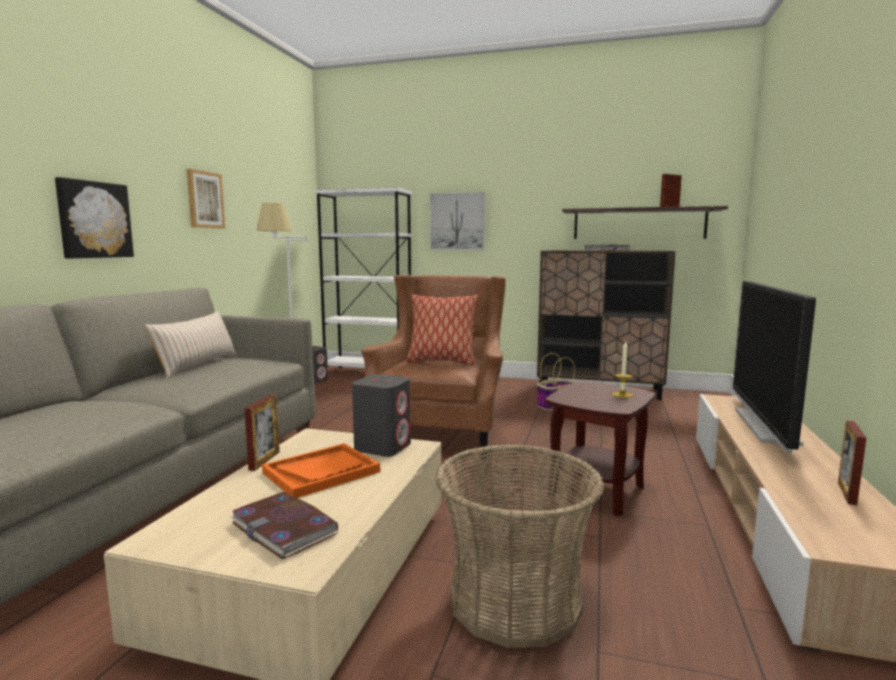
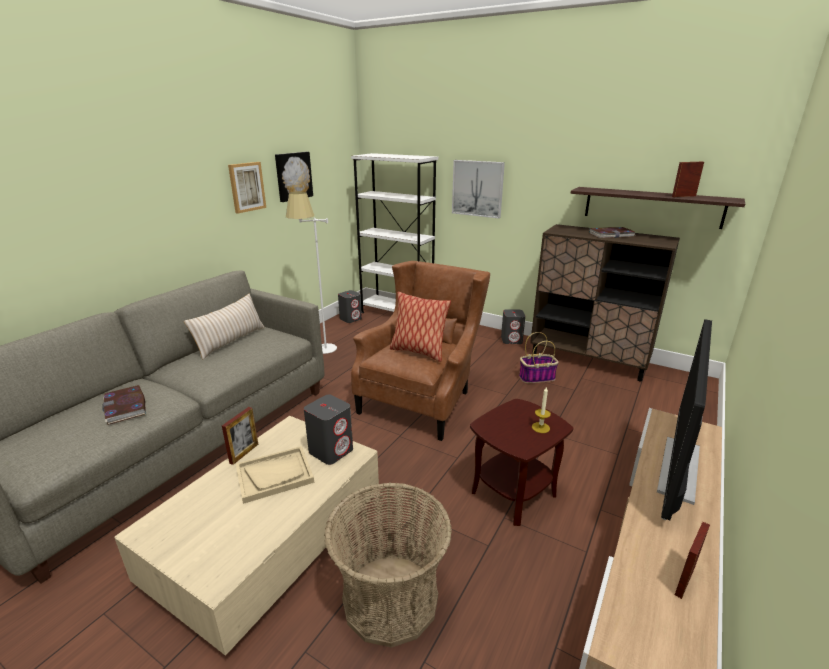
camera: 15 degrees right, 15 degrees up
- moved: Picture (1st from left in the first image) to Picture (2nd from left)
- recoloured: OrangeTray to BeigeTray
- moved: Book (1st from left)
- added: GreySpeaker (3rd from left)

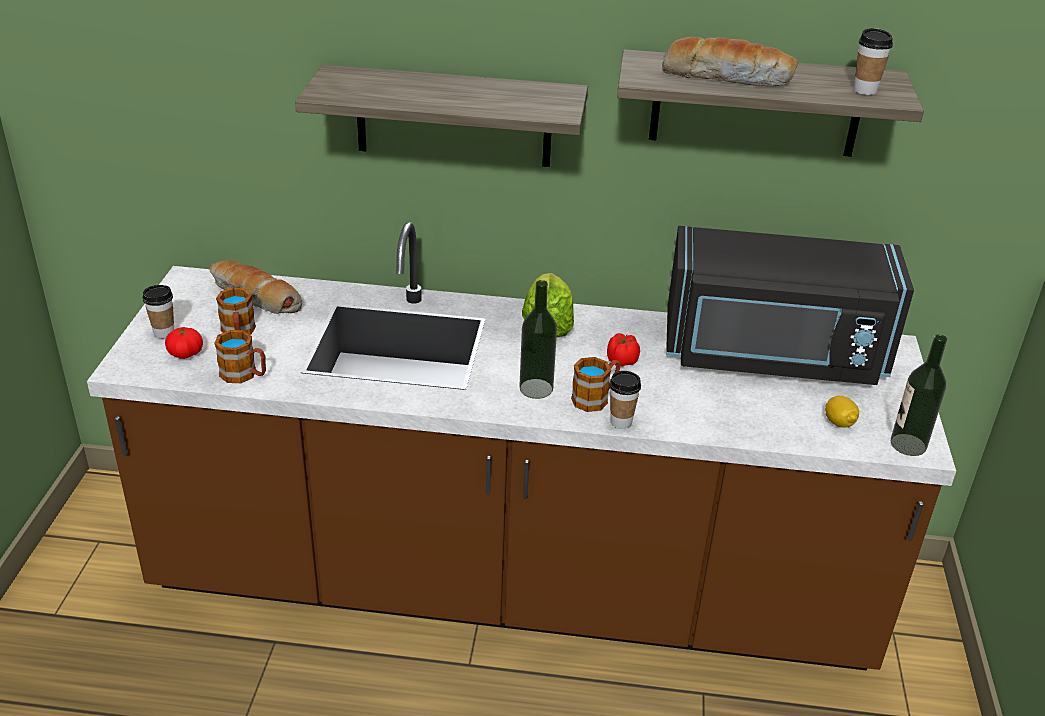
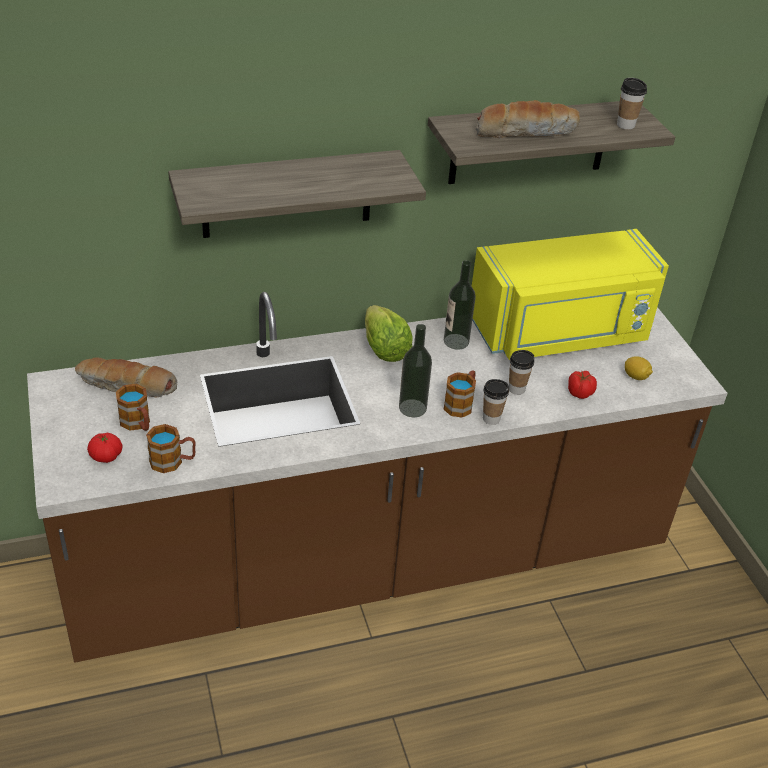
camera: 25 degrees left, 5 degrees up
- recoloured: BlackMicrowave to YellowMicrowave
- moved: Cup (1st from left in the first image) to Cup (2nd from left)
- moved: Tomato (2nd from left)
- moved: Bottle (2nd from left)

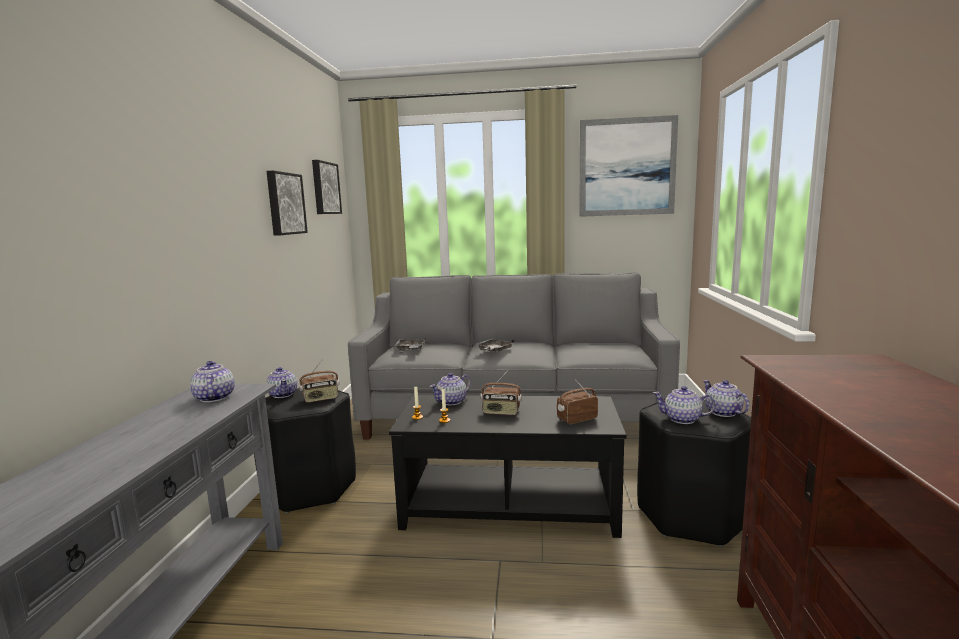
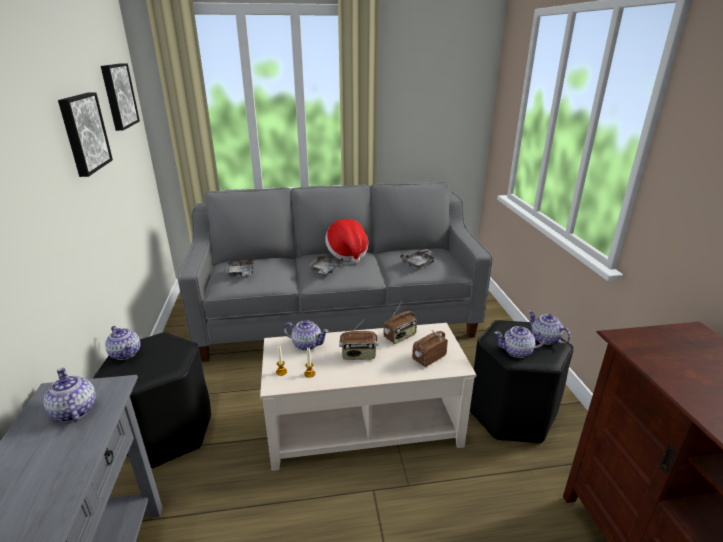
camera: 15 degrees left, 15 degrees up
- removed: Picture (3rd from left)
- moved: Radio (1st from left in the first image) to Radio (2nd from left)
- turned: Teapot (3rd from left) 105 degrees counterclockwise
- recoloured: BlackCoffeeTable to BeigeCoffeeTable
- added: Hat
- added: GreyTray (3rd from left)

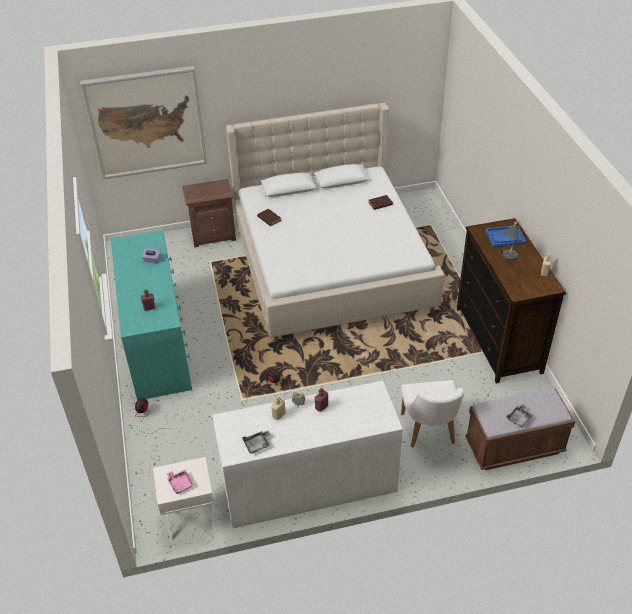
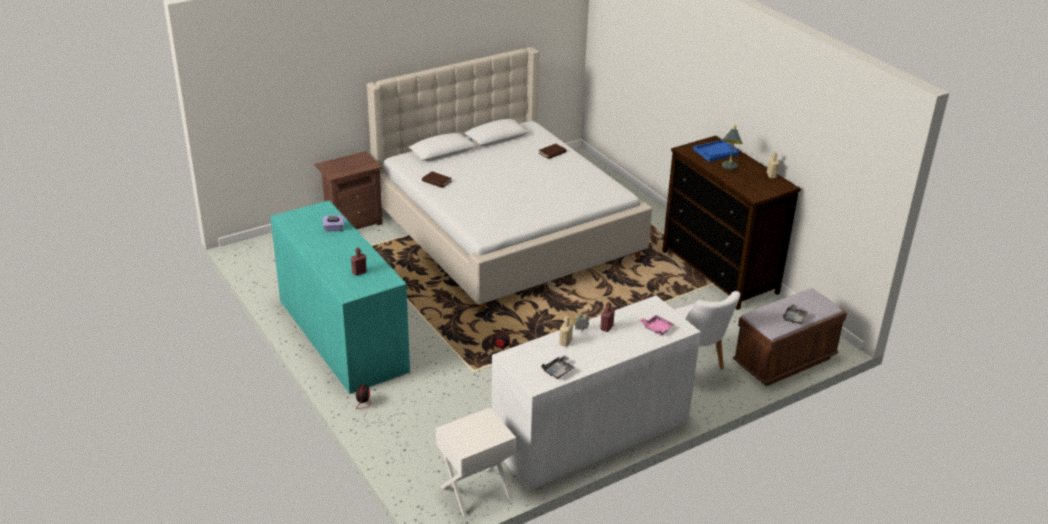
camera: 20 degrees left, 10 degrees down
- removed: Picture
- moved: PinkTray

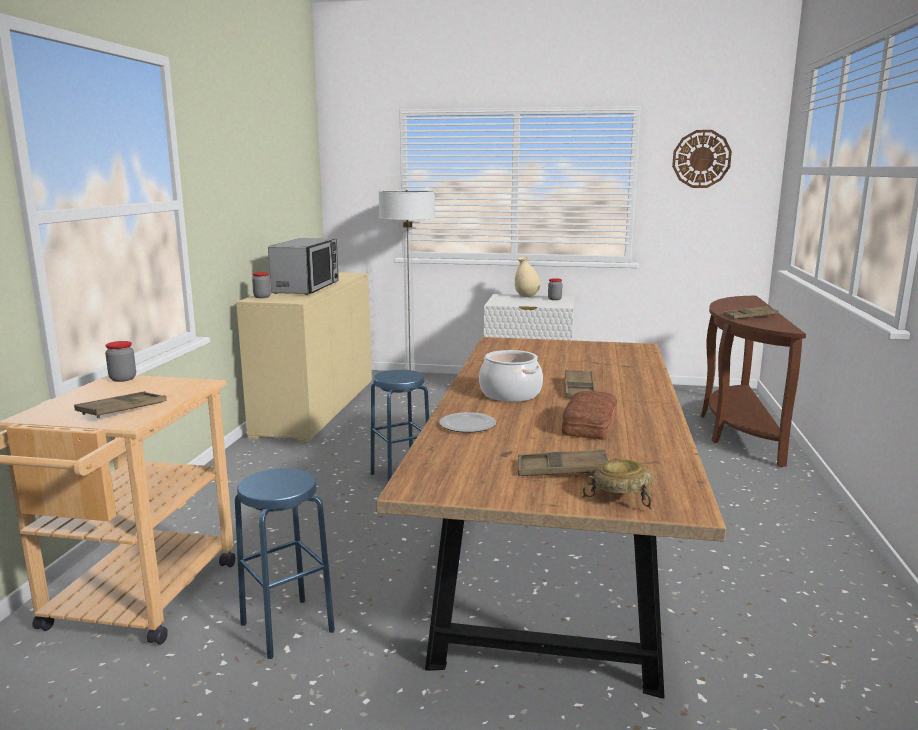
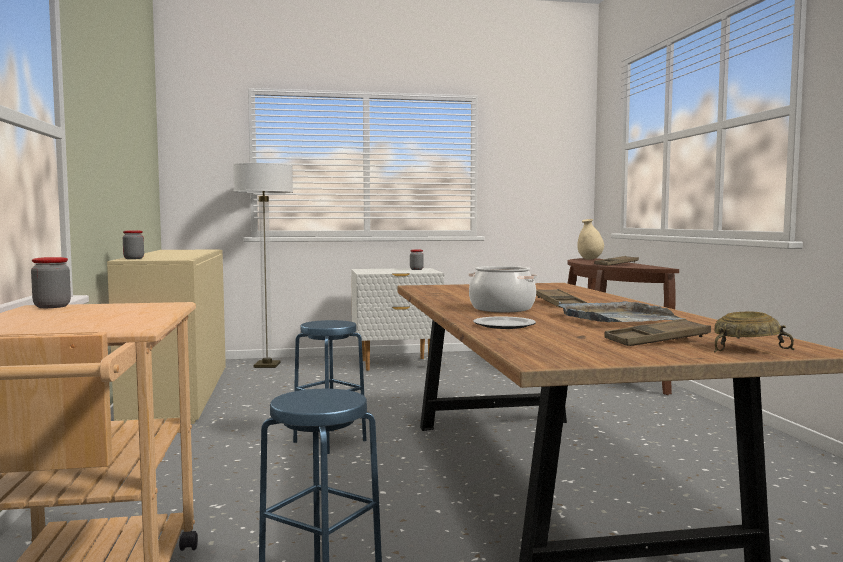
camera: 20 degrees left, 10 degrees down
- removed: WallClock
- removed: Microwave
- moved: BeigeVase
- removed: BrownTray (1st from left)
- replaced: Bread to GreyTray

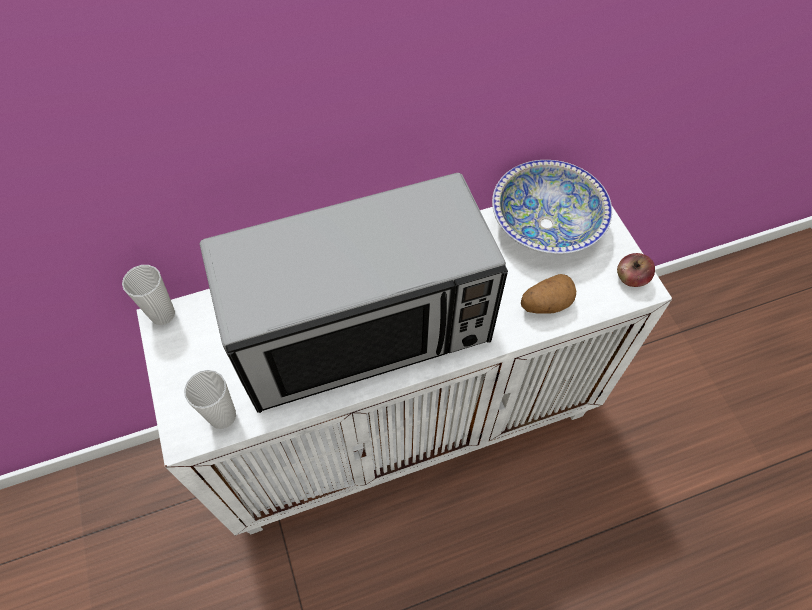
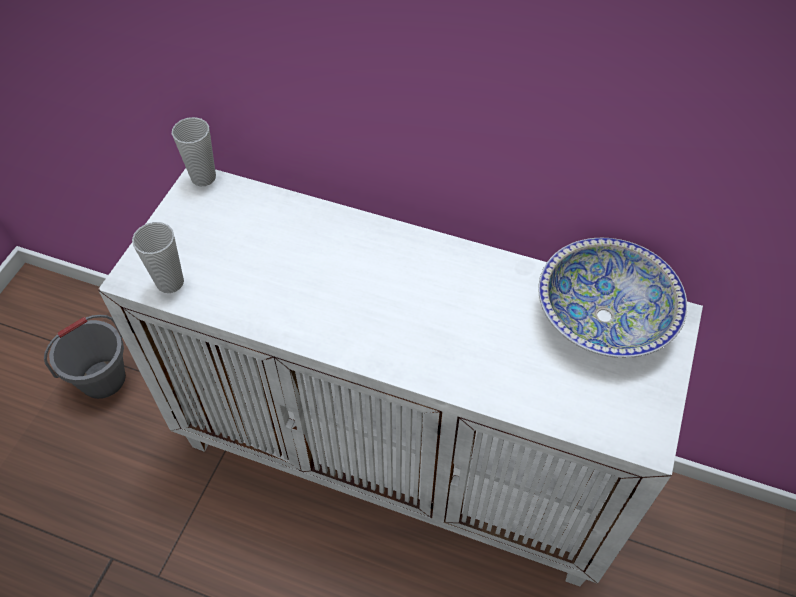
camera: 40 degrees right, 5 degrees down
- removed: Microwave
- removed: Apple
- removed: Potato
- added: GreyBucket

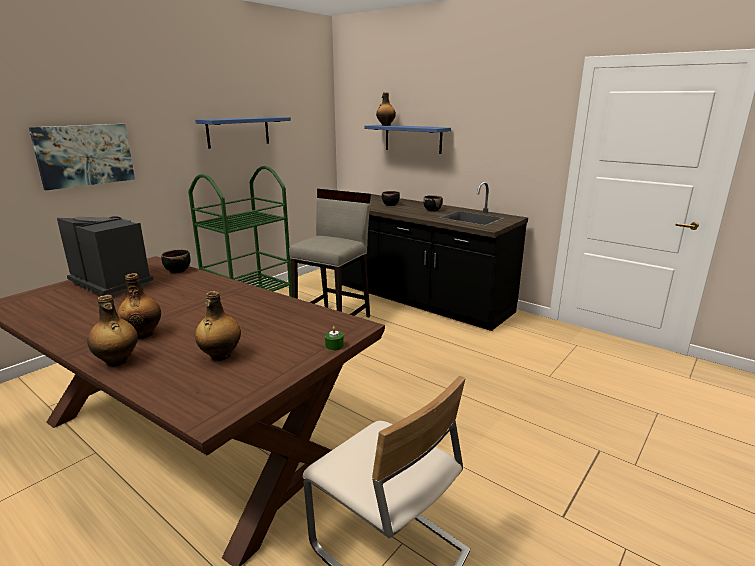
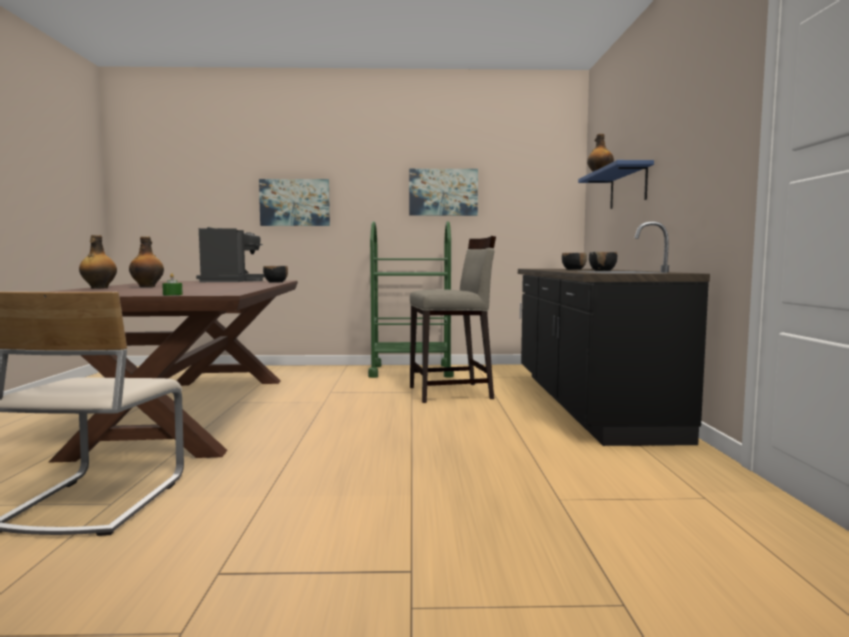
camera: 50 degrees right, 15 degrees down
- replaced: BlueShelf (1st from left) to Picture (2nd from left)
- removed: Bottle (3rd from left)

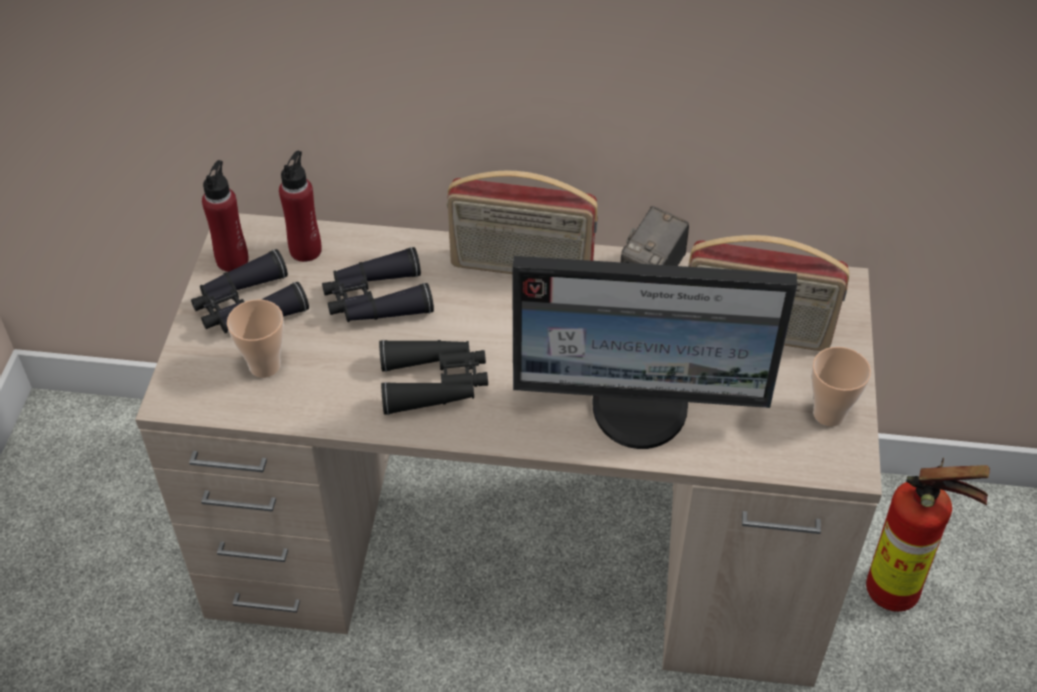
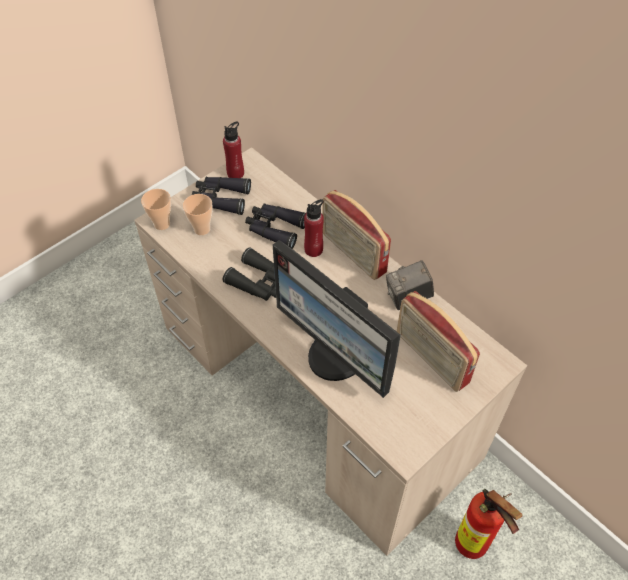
camera: 40 degrees right, 5 degrees up
- moved: RedBottle (2nd from left)
- moved: Cup (2nd from left in the first image) to Cup (1st from left)

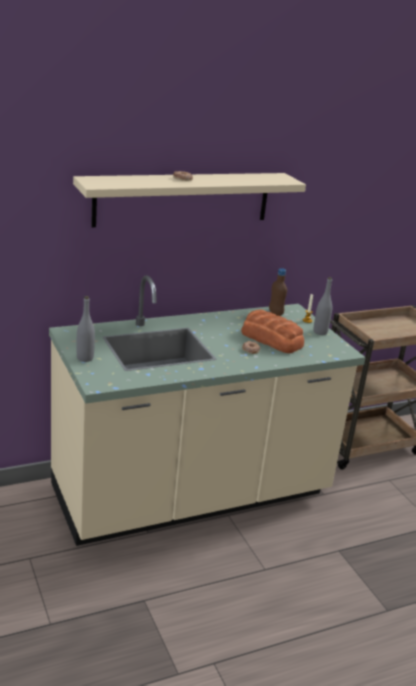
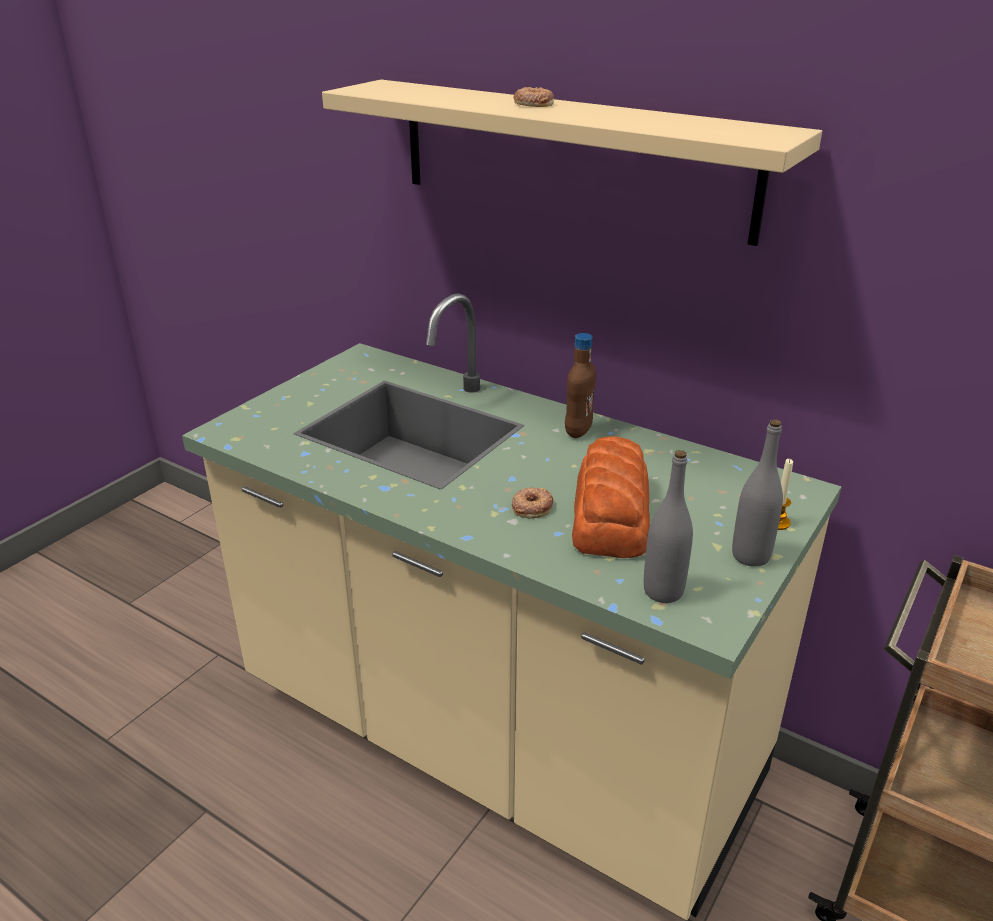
camera: 60 degrees right, 5 degrees up
- moved: BrownBottle
- moved: GreyBottle (1st from left)

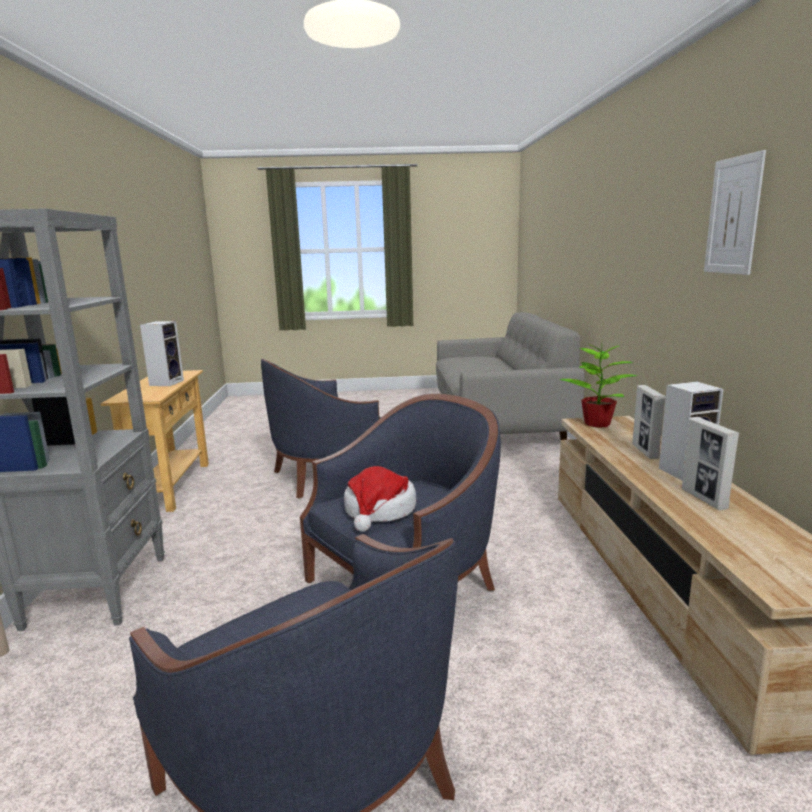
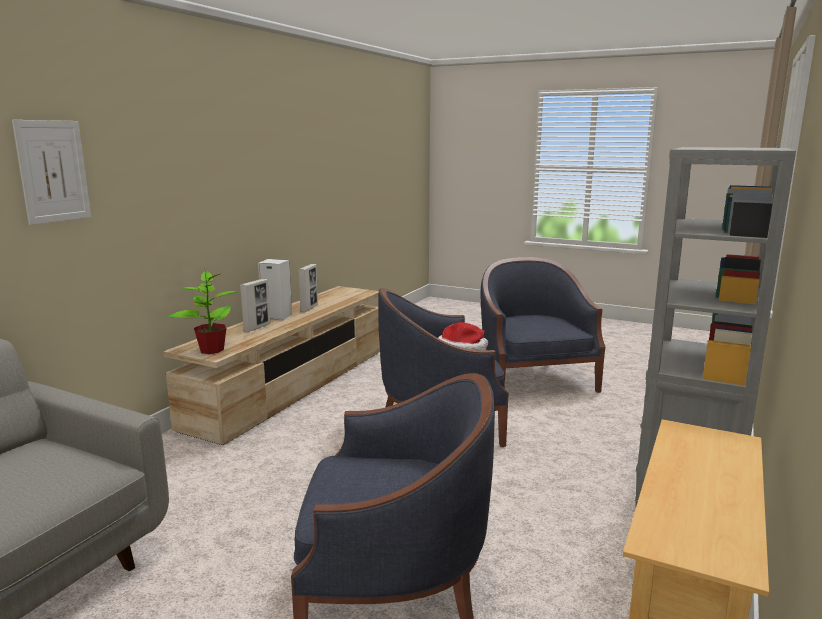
camera: 150 degrees left, 0 degrees up
- moved: Picture
- removed: Speaker (1st from left)

